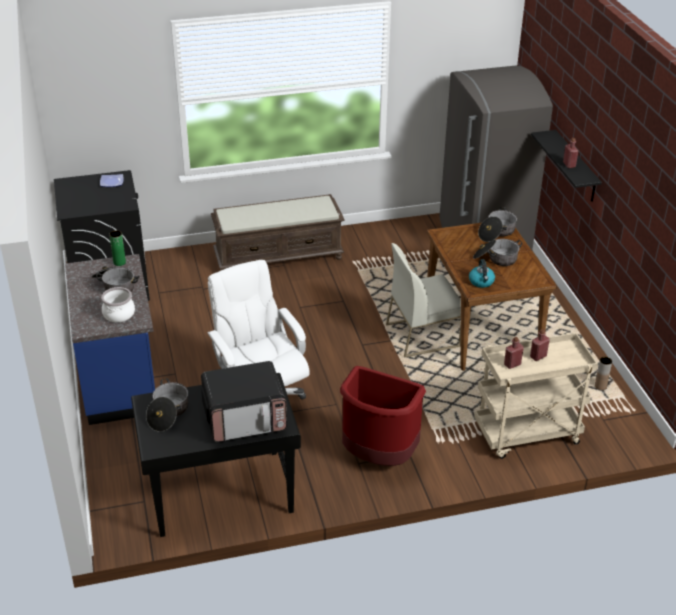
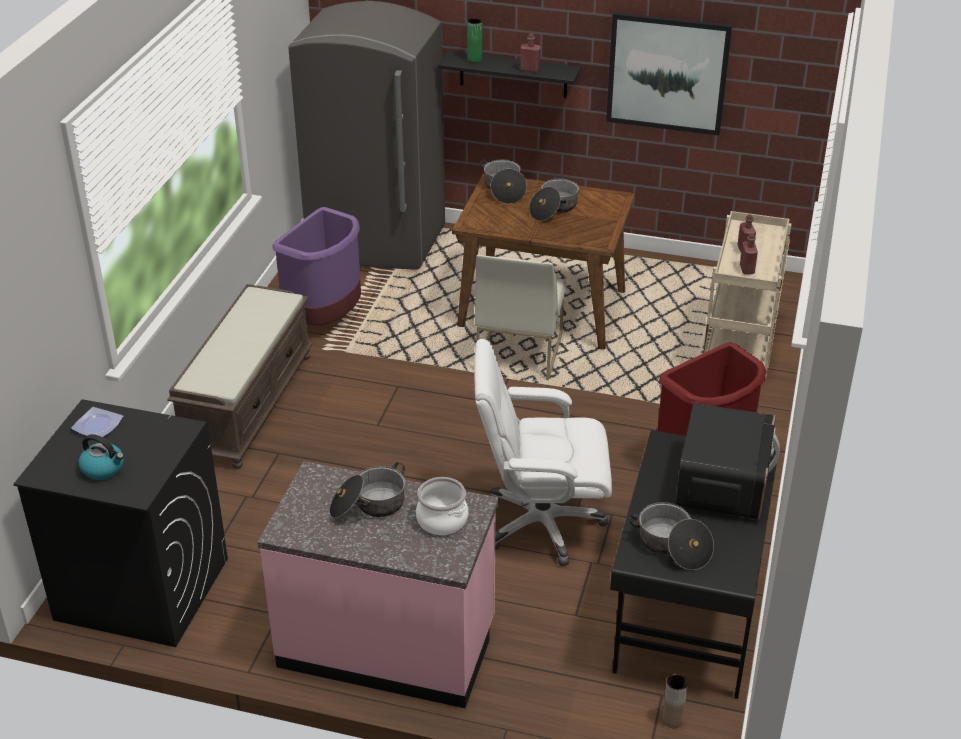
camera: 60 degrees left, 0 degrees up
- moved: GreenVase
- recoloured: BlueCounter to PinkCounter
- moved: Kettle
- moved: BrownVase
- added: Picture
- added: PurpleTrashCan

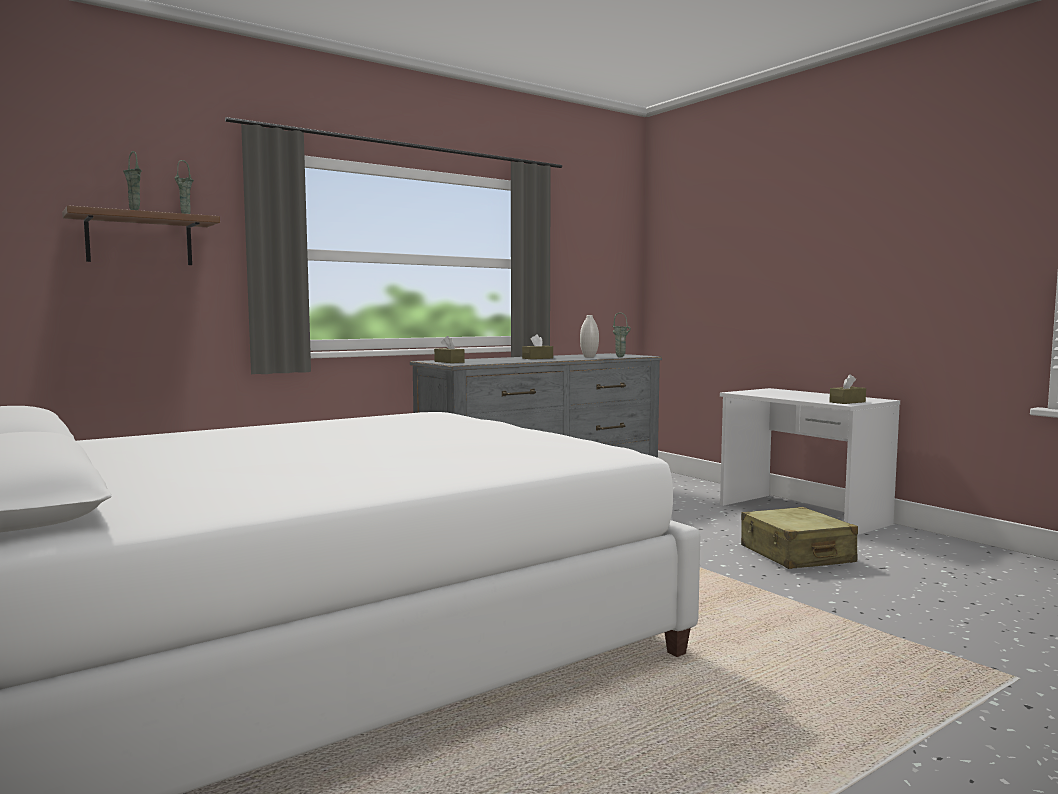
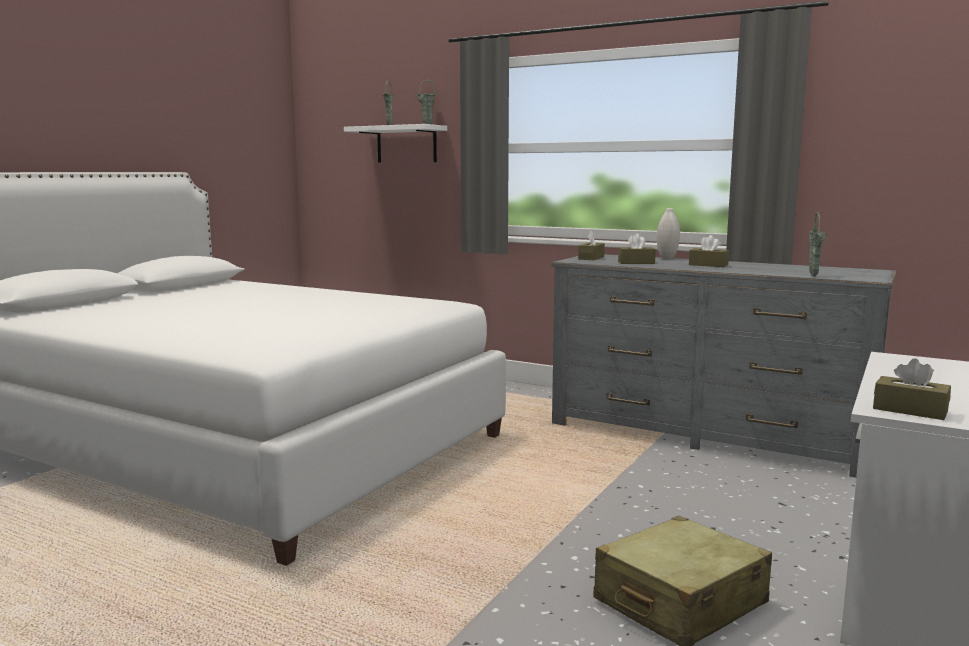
camera: 65 degrees right, 5 degrees up
- recoloured: BrownShelf to WhiteShelf
- moved: WhiteVase
- added: BrownTissueBox (2nd from left)

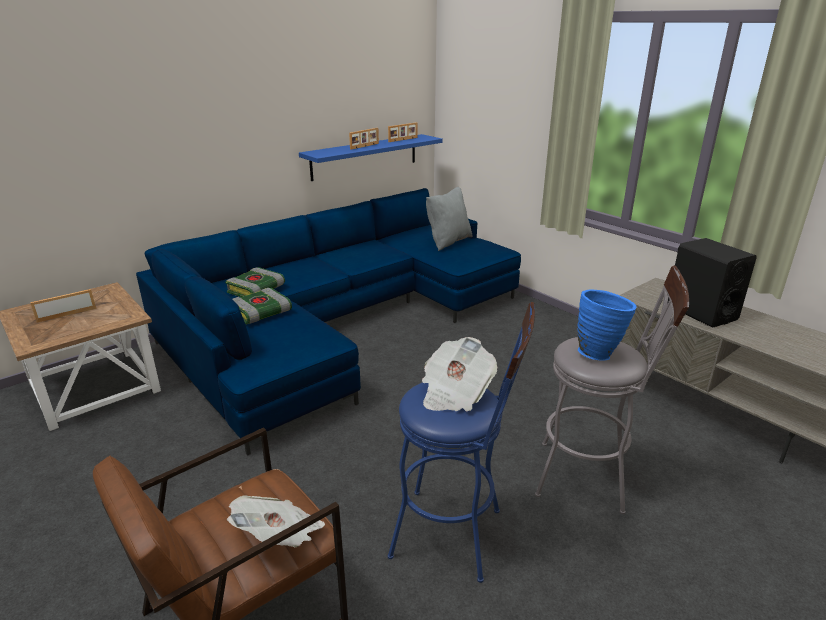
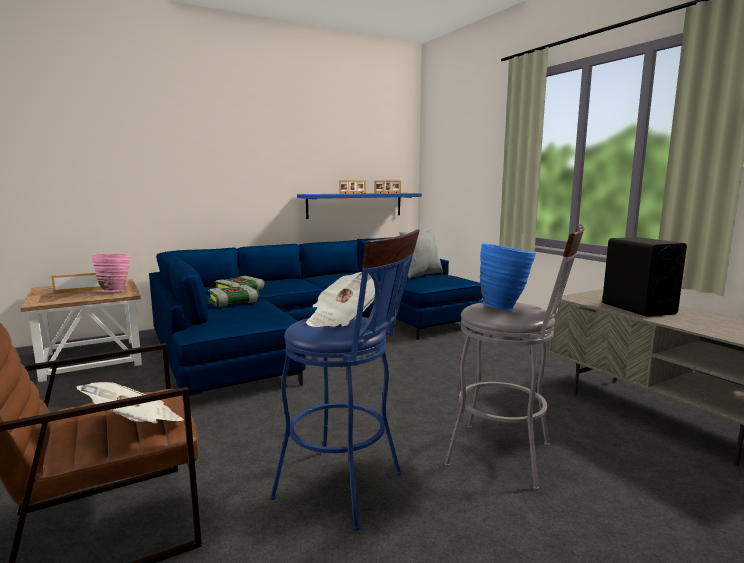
camera: 10 degrees right, 15 degrees down
- added: PinkVase

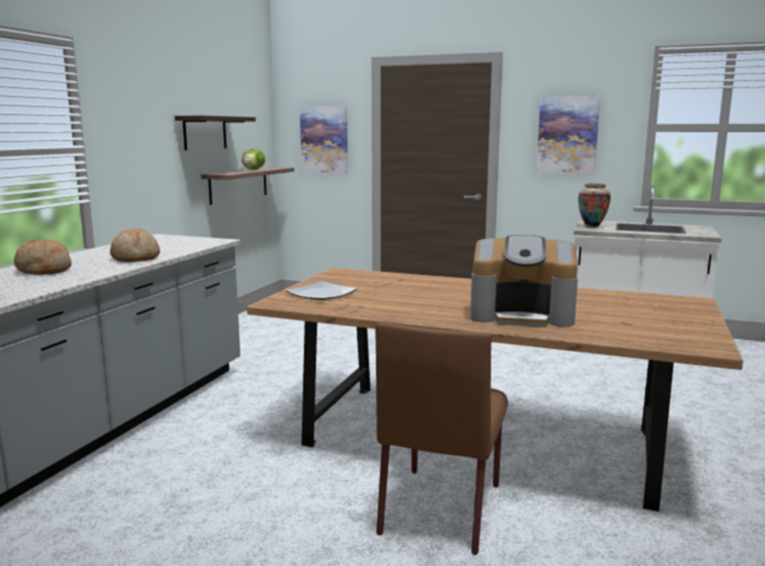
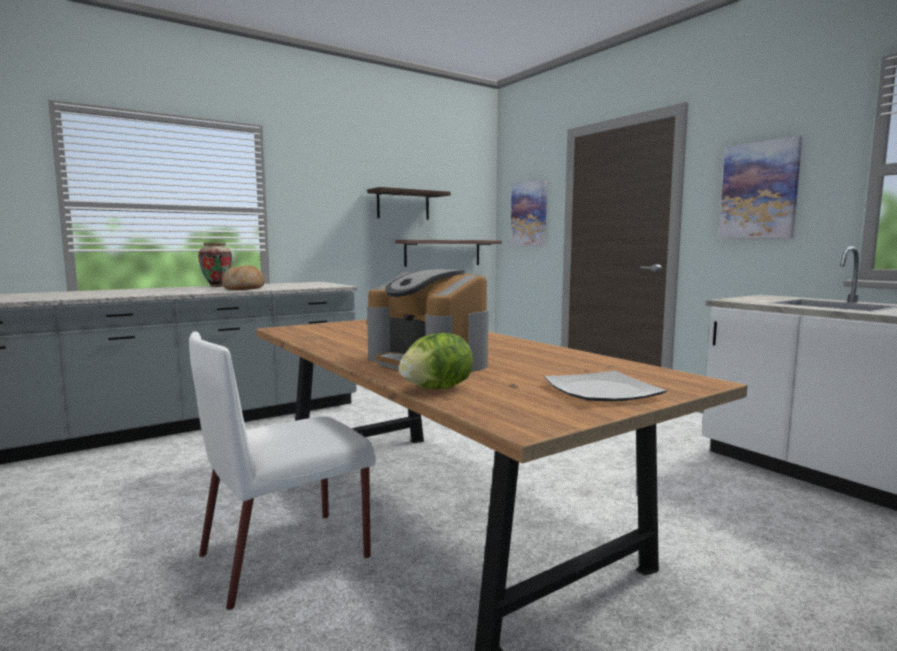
camera: 35 degrees right, 5 degrees down
- moved: Lettuce
- moved: Vase
- removed: Bread (1st from left)
- moved: Plate
- recoloured: BrownChair to WhiteChair

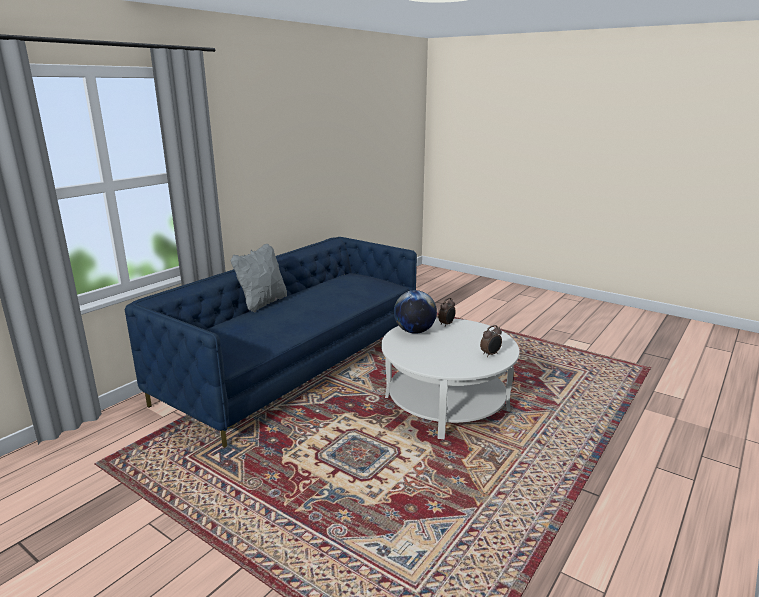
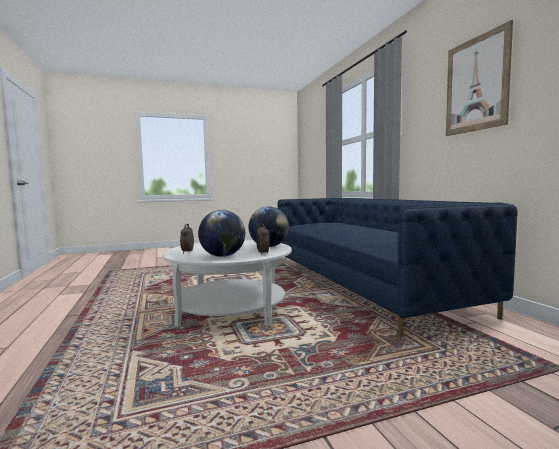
camera: 125 degrees right, 15 degrees down
- removed: GreyPillow
- added: Picture
- added: Globe (1st from left)

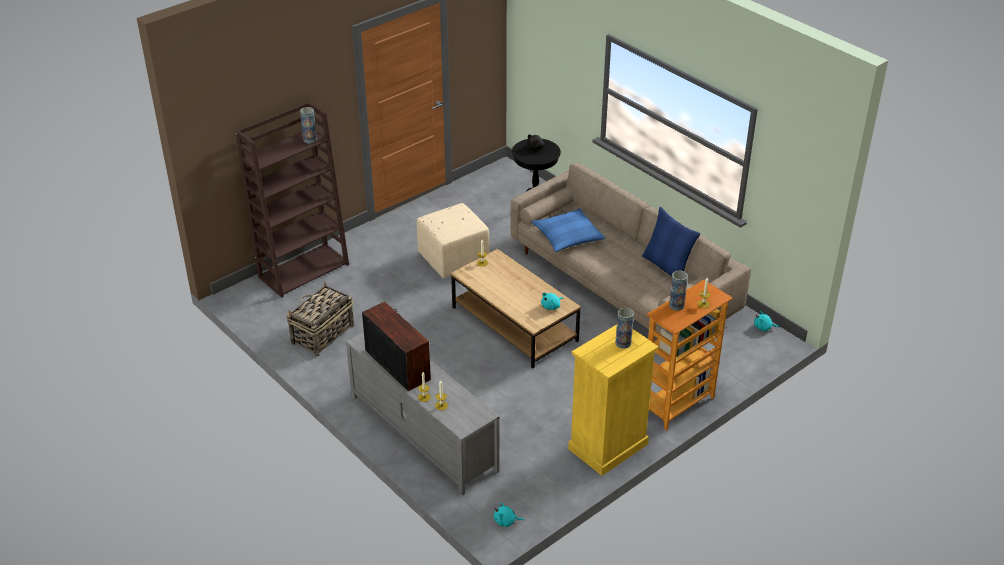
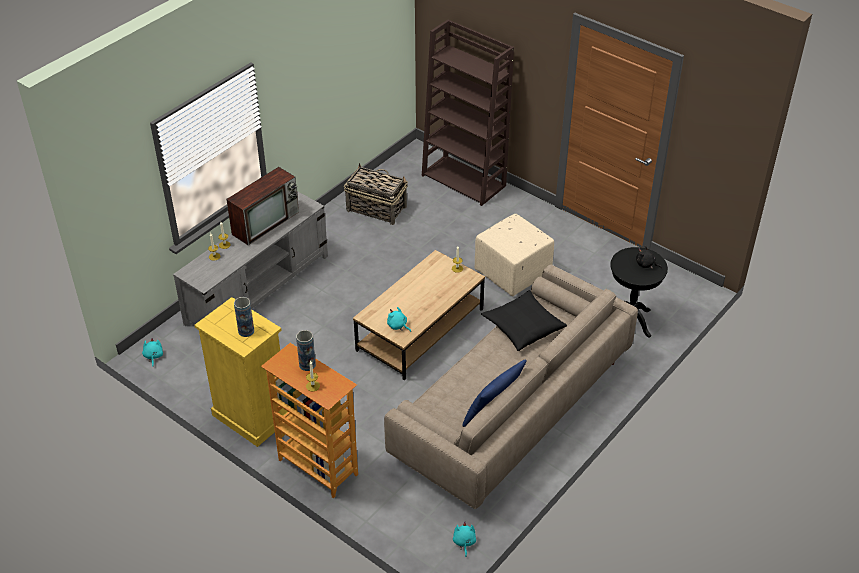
camera: 80 degrees right, 5 degrees up
- removed: Vase (1st from left)
- recoloured: BluePillow (1st from left) to BlackPillow

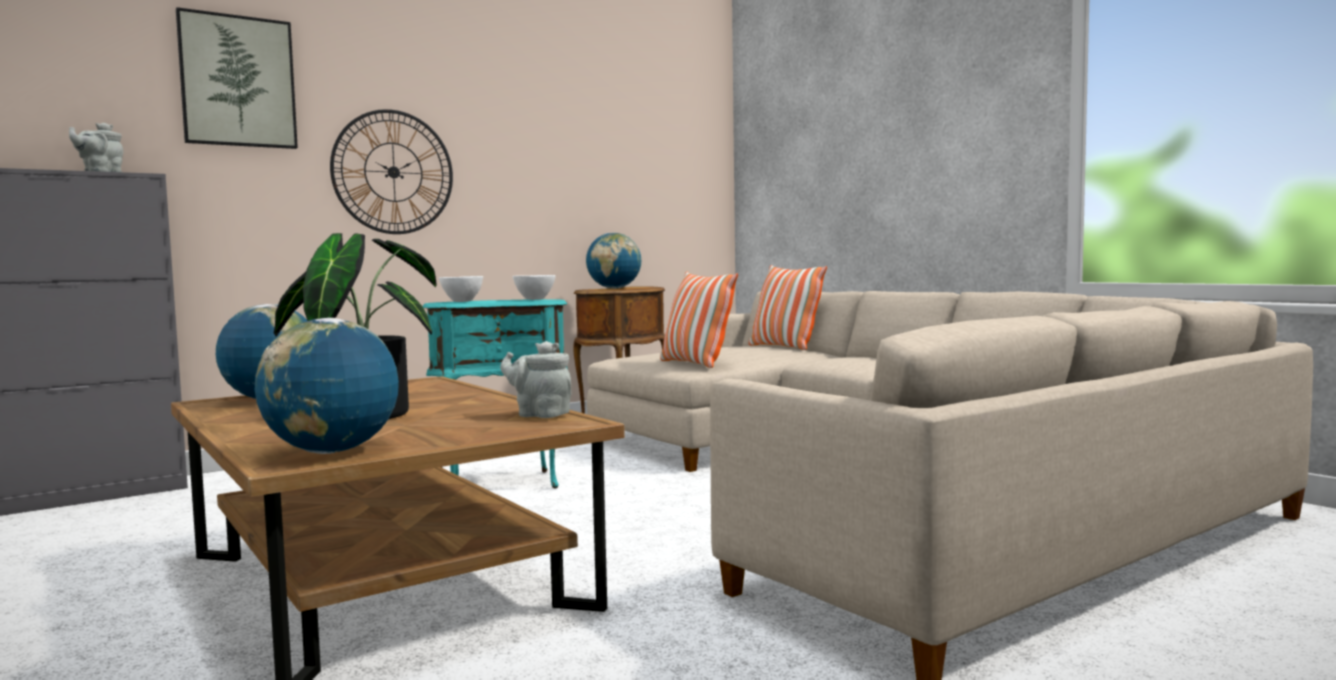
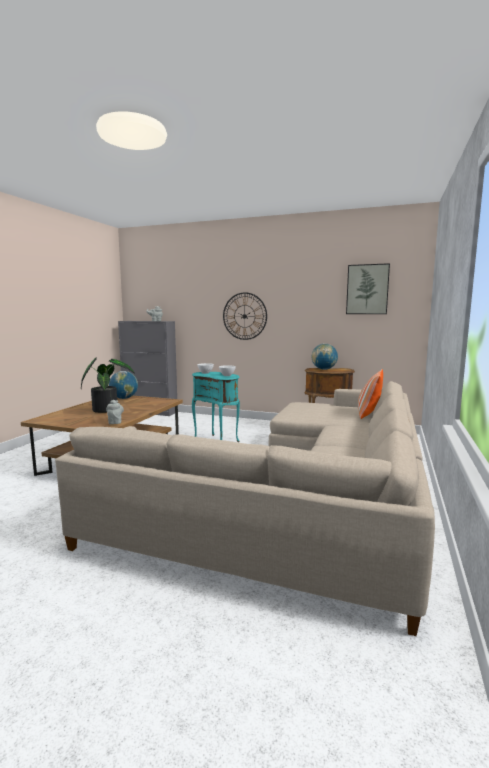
camera: 55 degrees right, 5 degrees up
- moved: Picture
- removed: Pillow (1st from left)
- removed: Globe (2nd from left)

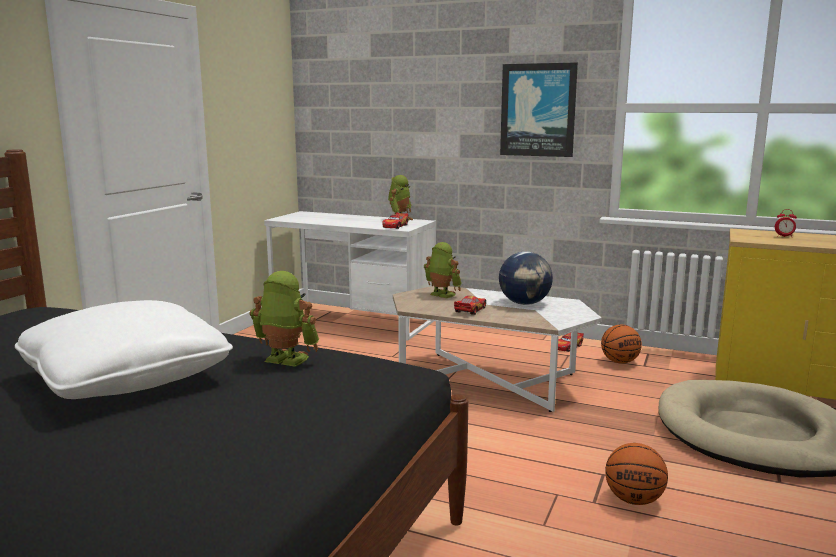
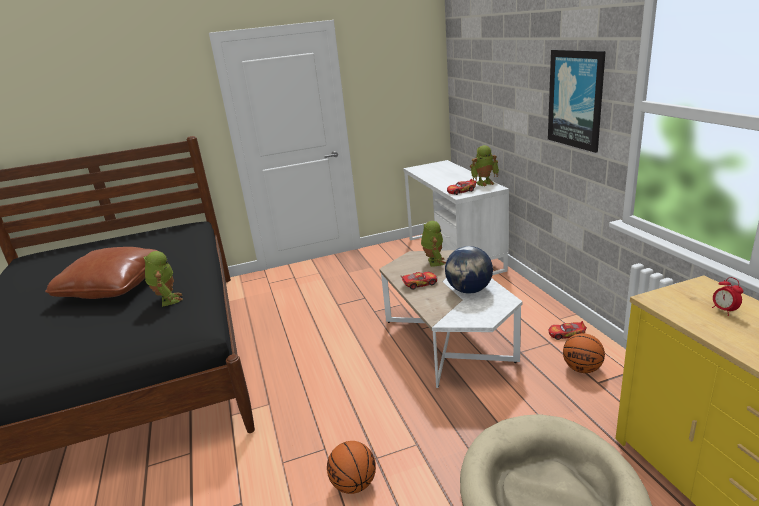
camera: 50 degrees right, 10 degrees up
- recoloured: WhitePillow to BrownPillow

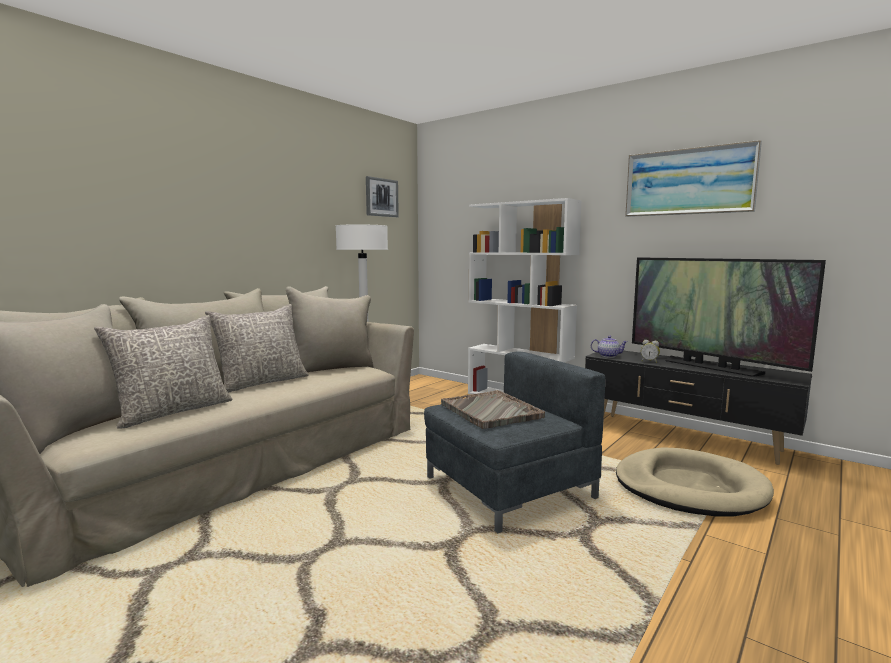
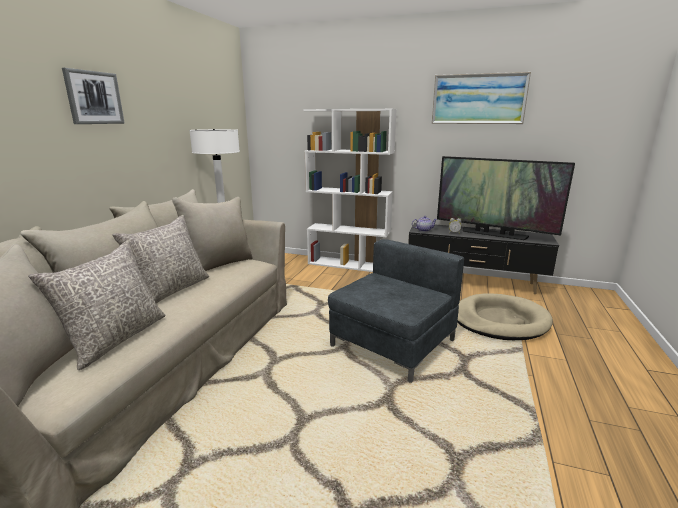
camera: 20 degrees left, 10 degrees up
- moved: Picture (1st from left)
- removed: GreyTray

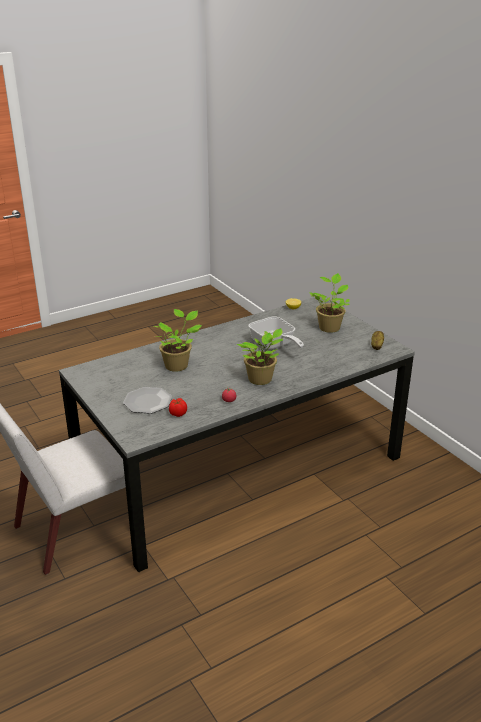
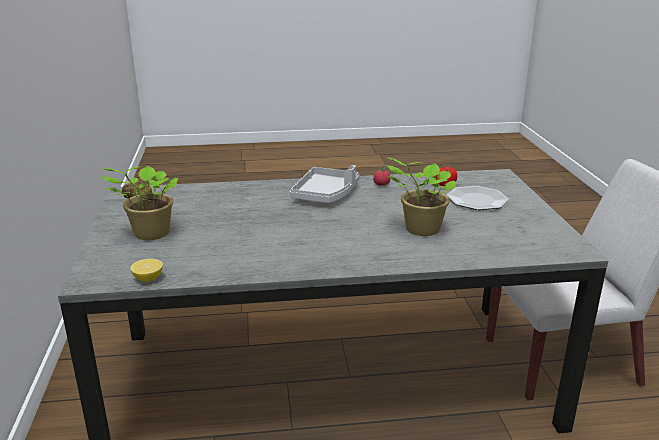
camera: 155 degrees left, 5 degrees down
- removed: FryingPan
- replaced: PottedPlant (2nd from left) to GreyTray

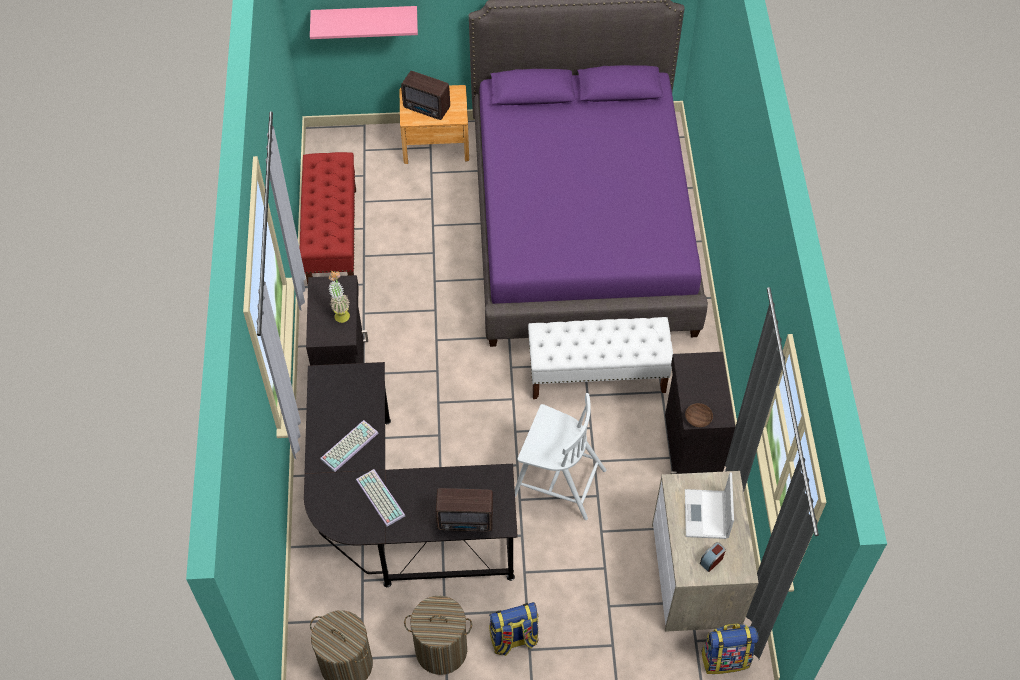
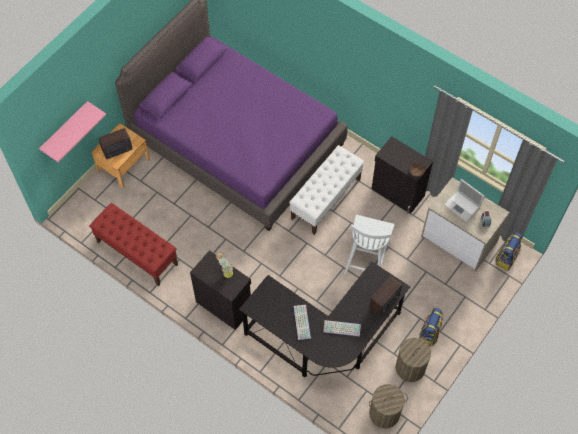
camera: 50 degrees left, 5 degrees up
- turned: WhiteChair 135 degrees clockwise

